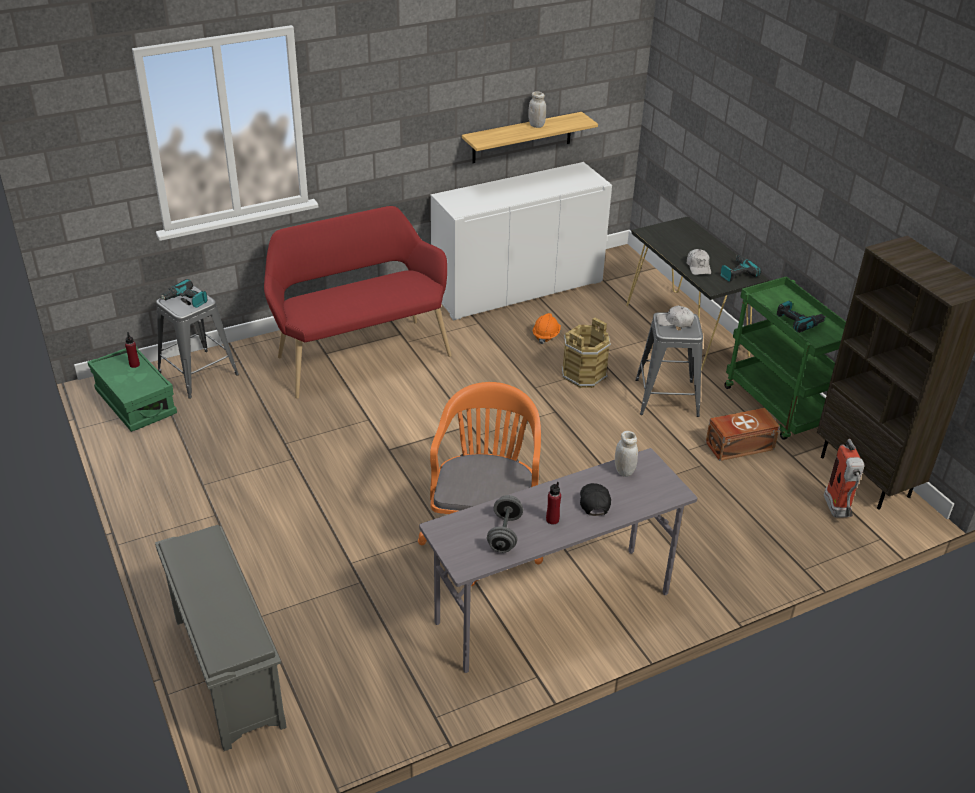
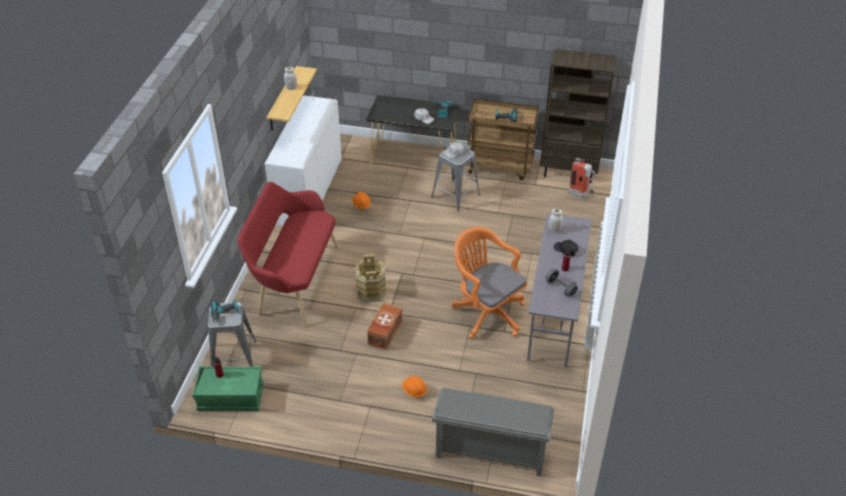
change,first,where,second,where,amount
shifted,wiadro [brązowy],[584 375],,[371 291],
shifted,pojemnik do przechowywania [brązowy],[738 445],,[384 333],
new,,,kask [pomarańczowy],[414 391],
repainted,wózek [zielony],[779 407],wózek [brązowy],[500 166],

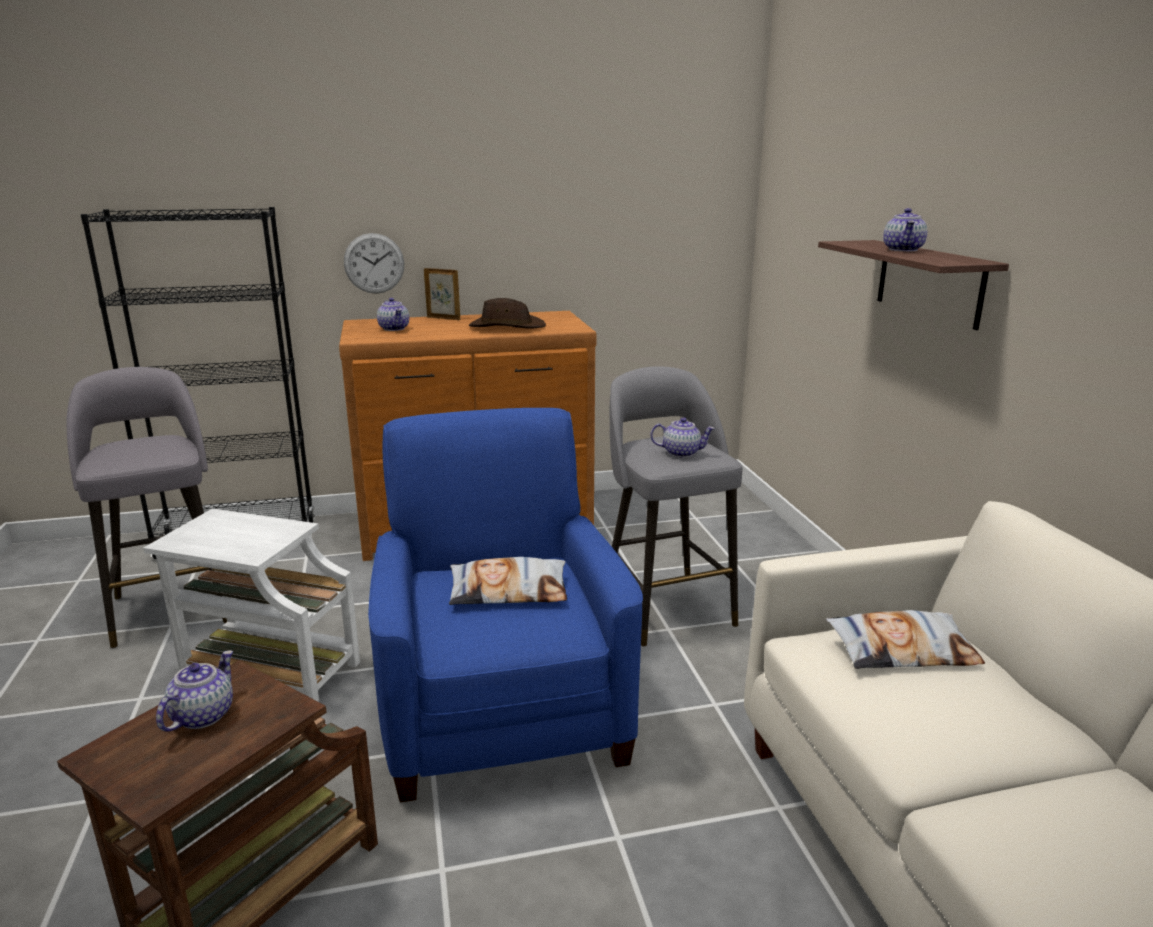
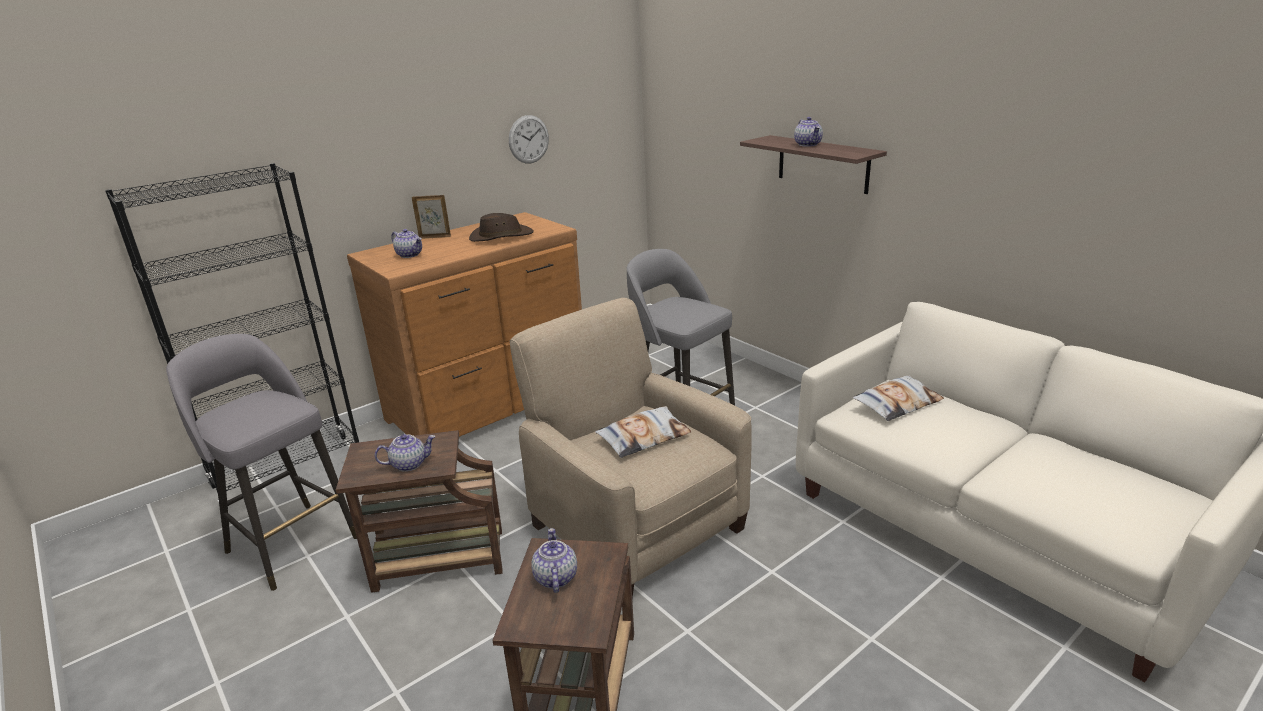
change,first,where,second,where,amount
repainted,stolik [biały],[268 672],stolik [brązowy],[435 561],
shifted,imbryk,[681 452],,[409 464],
shifted,zegar ścienny,[374 263],,[528 139],
repainted,fotel [niebieski],[502 710],fotel [beżowy],[635 526],

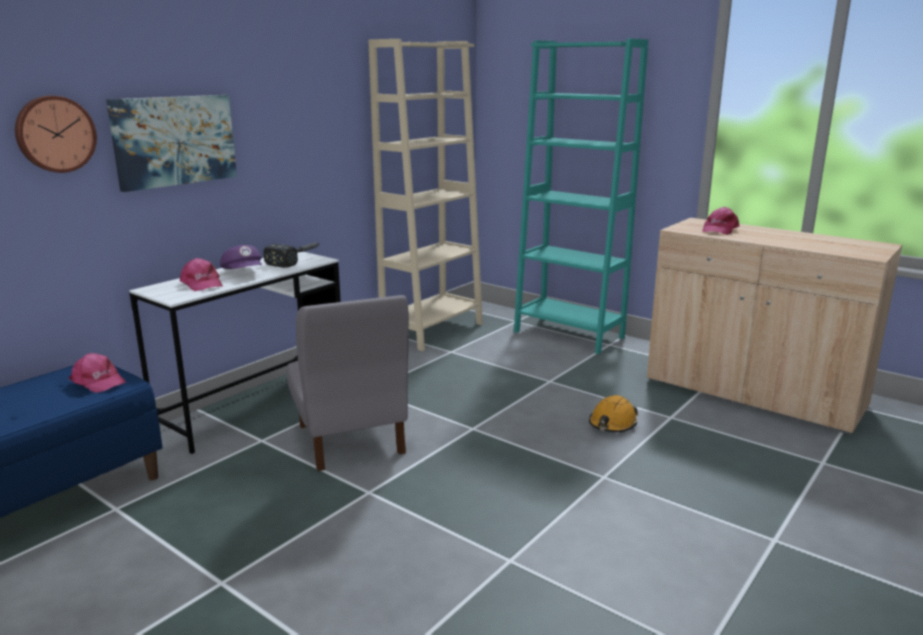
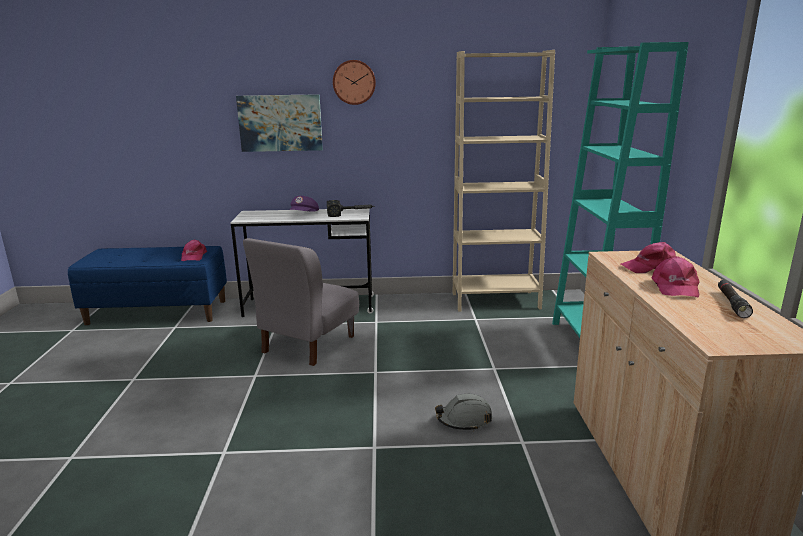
change,first,where,second,where,amount
shifted,zegar ścienny,[55 134],,[354 82],
repainted,kask [pomarańczowy],[612 424],kask [szary],[464 420],
shifted,czapka z daszkiem [różowy],[201 284],,[674 287],
new,,,latarka [czarny],[732 303],

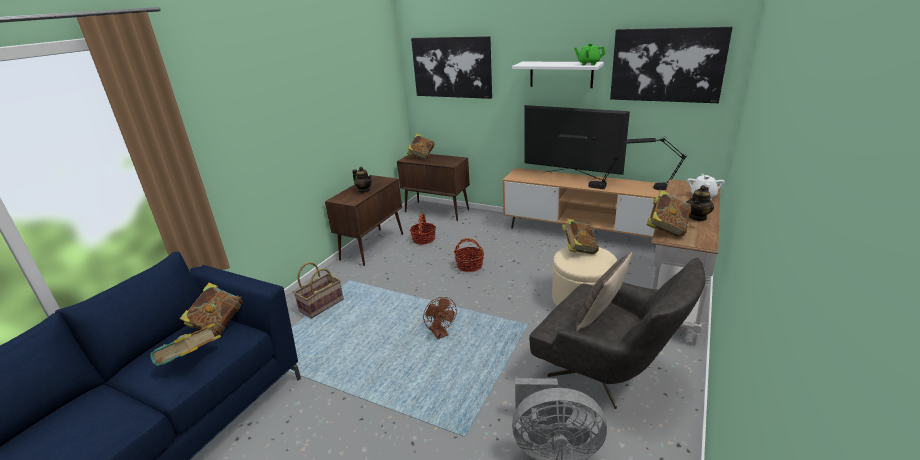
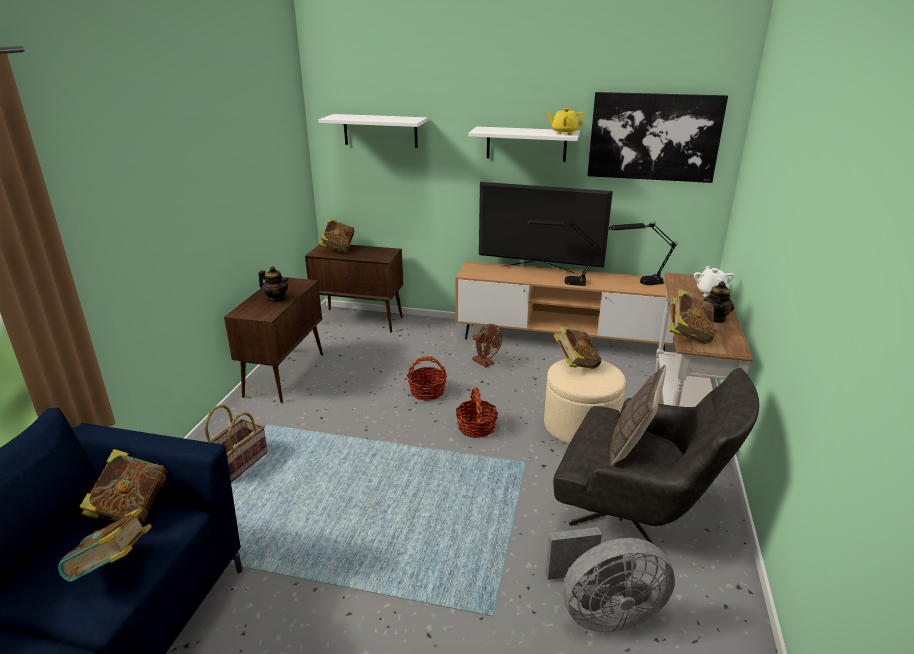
change,first,where,second,where,amount
swapped,obraz,[452 67],półka [biały],[380 131],
shifted,koszyk,[423 239],,[476 427],
shifted,wentylator [brązowy],[440 334],,[485 363],
repainted,imbryk [zielony],[588 64],imbryk [żółty],[564 133],

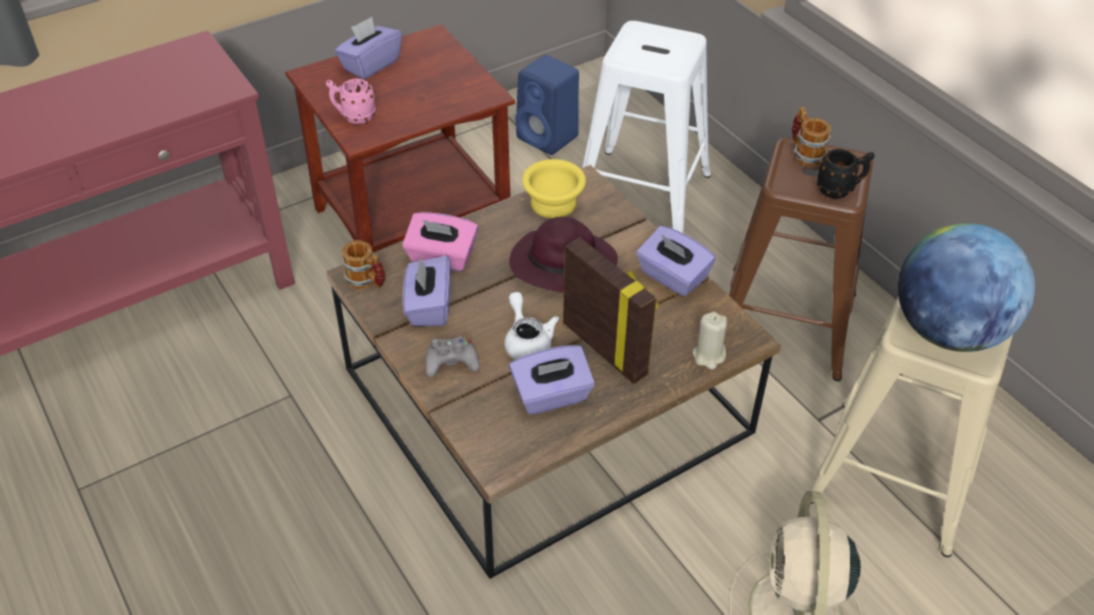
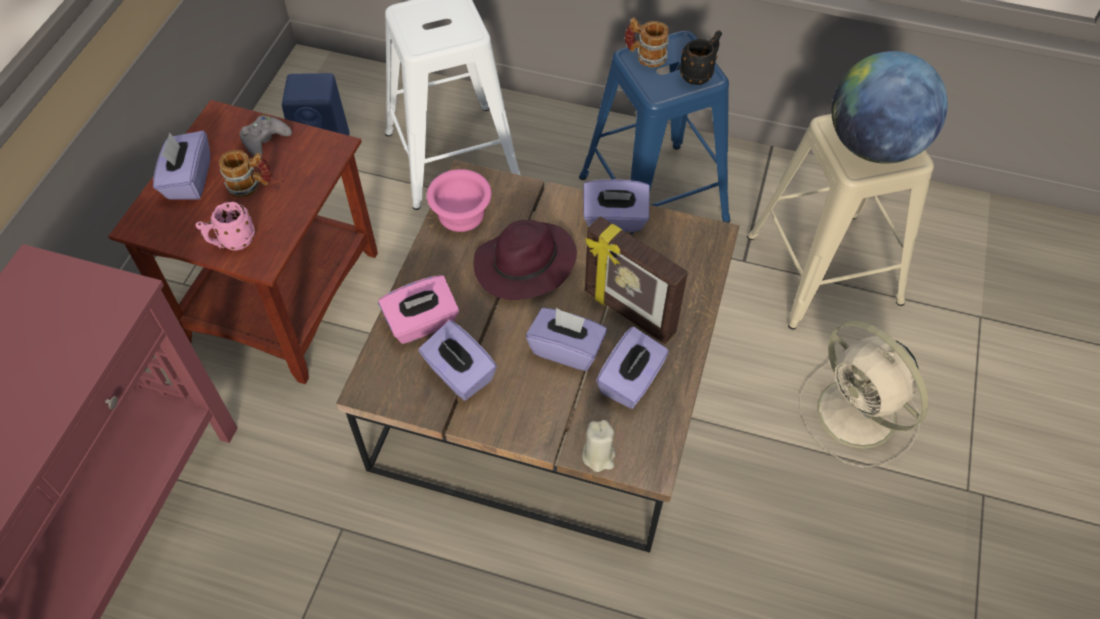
change,first,where,second,where,amount
shifted,kubek,[367 281],,[251 186],
shifted,pad do gier [szary],[451 362],,[265 140],
repainted,miska [żółty],[552 202],miska [różowy],[459 214],
swapped,imbryk [biały],[527 341],pudełko chusteczek [fioletowy],[566 349],
repainted,stołek [brązowy],[786 320],stołek [niebieski],[654 196],
shifted,świeca [beżowy],[709 356],,[599 456],
rotated,ramka na zdjęcie,[605 348],,[628 313],150 degrees counterclockwise

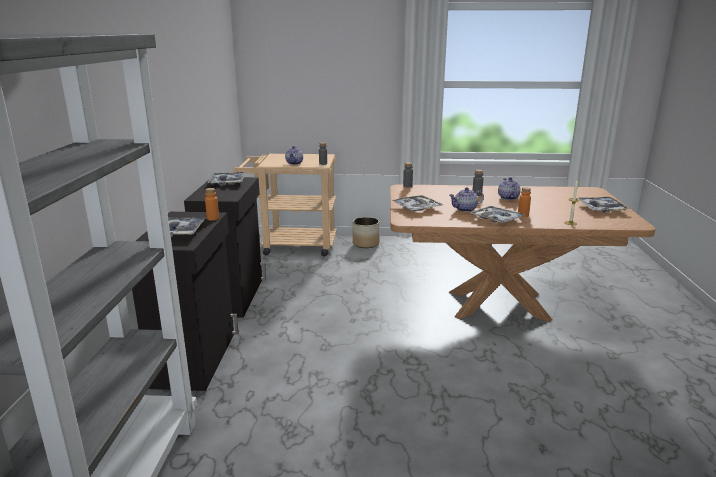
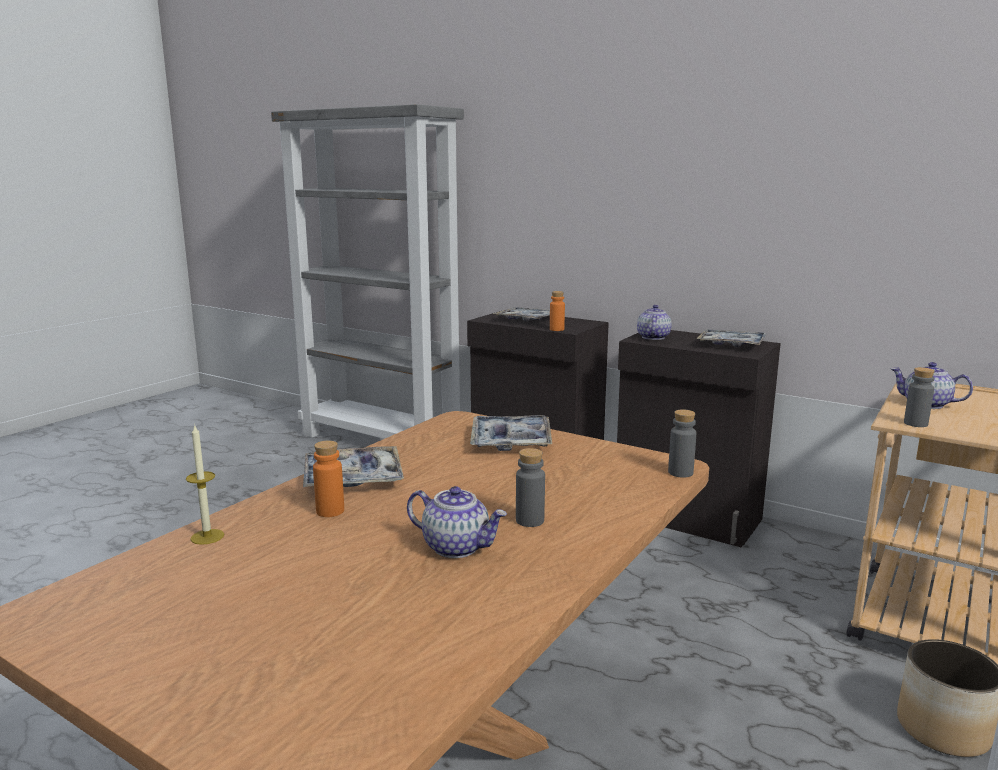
change,first,where,second,where,amount
shifted,imbryk,[465 209],,[652 337],
gone,taca,[601 208],,,

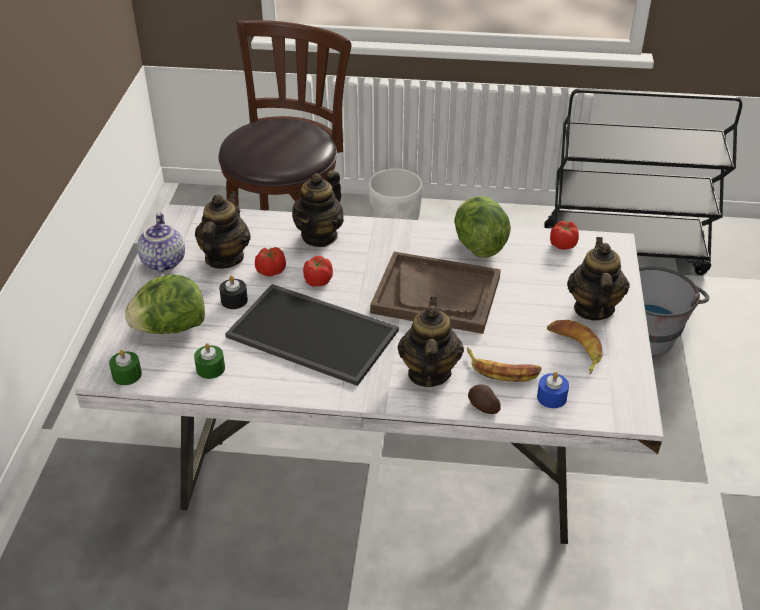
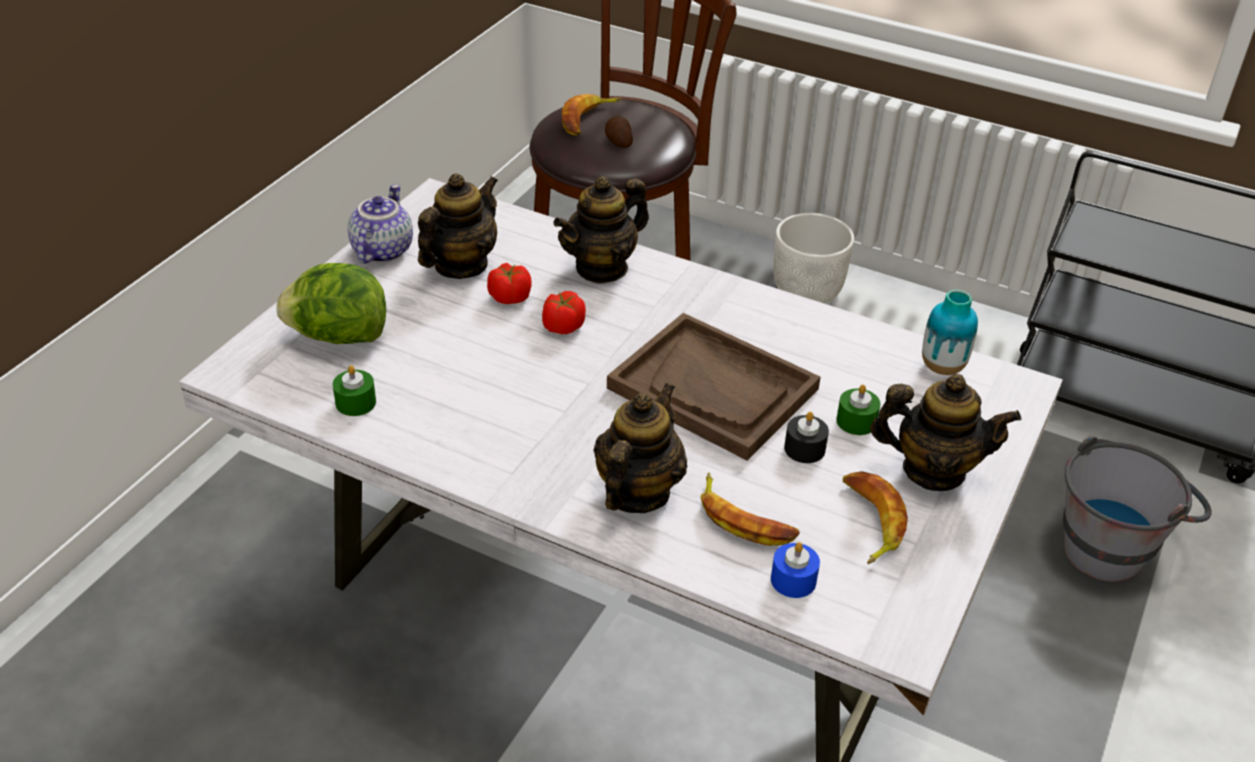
change,first,where,second,where,amount
new,,,banan,[588 120],
shifted,ziemniak,[482 407],,[618 142],
shifted,świeca [czarny],[234 300],,[804 449],
shifted,świeca [zielony],[127 375],,[856 421],
rotated,imbryk,[593 308],,[933 471],75 degrees clockwise
swapped,pomidor,[563 244],wazon,[942 367],
gone,taca,[315 333],,,
gone,sałata,[478 246],,,

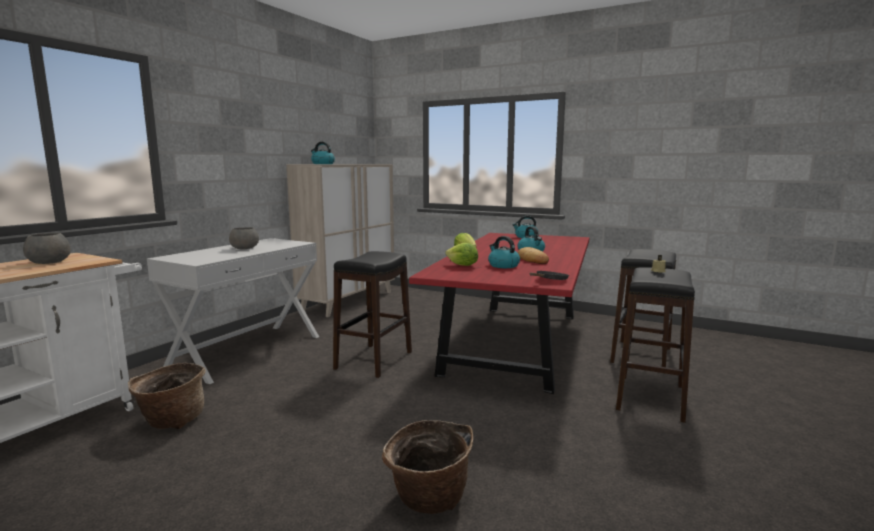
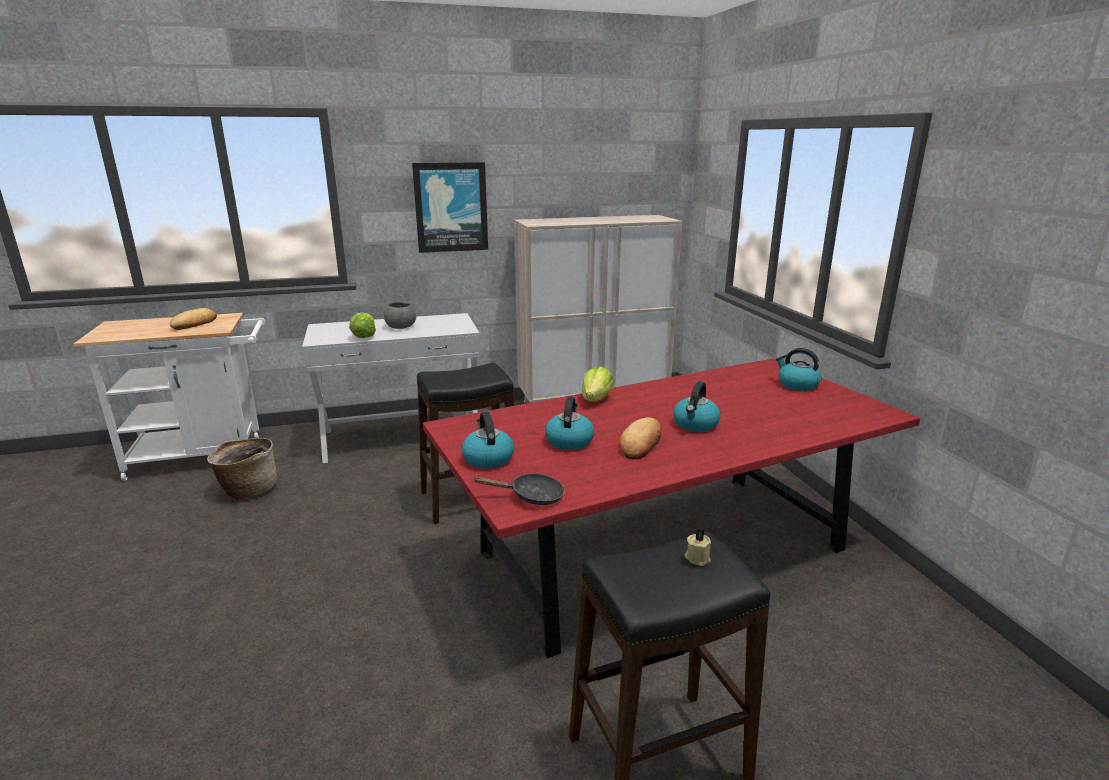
change,first,where,second,where,amount
swapped,miska [szary],[49 262],chleb,[194 323],
shifted,sałata,[462 265],,[364 337],
new,,,obraz,[451 207],
shifted,czajnik,[322 164],,[487 458],
gone,koszyk,[428 499],,,
gone,stołek [czarny],[641 355],,,

